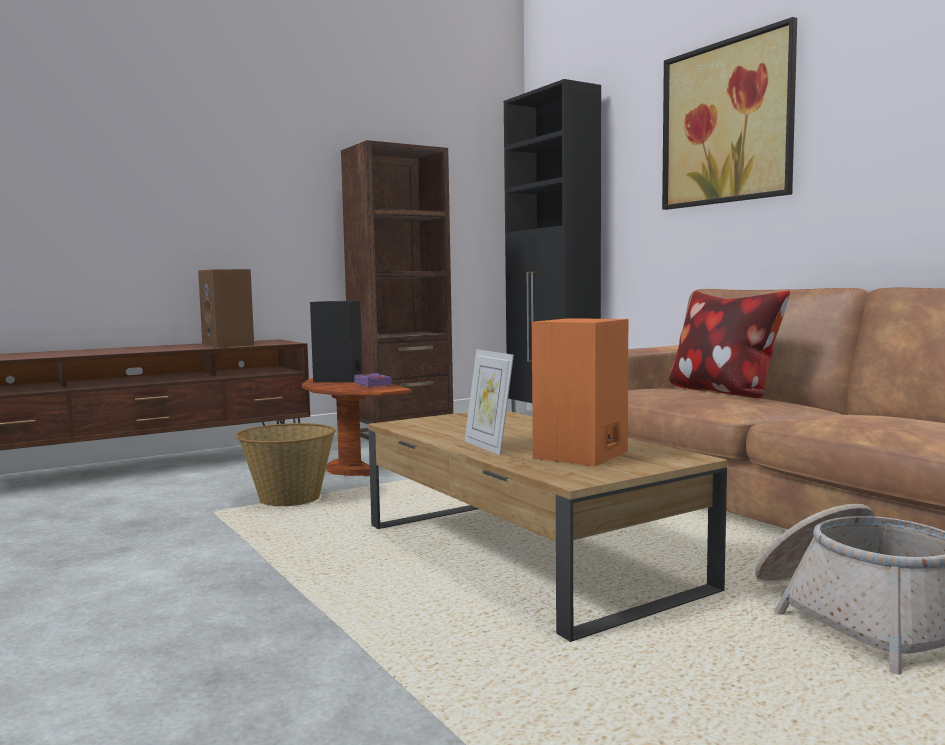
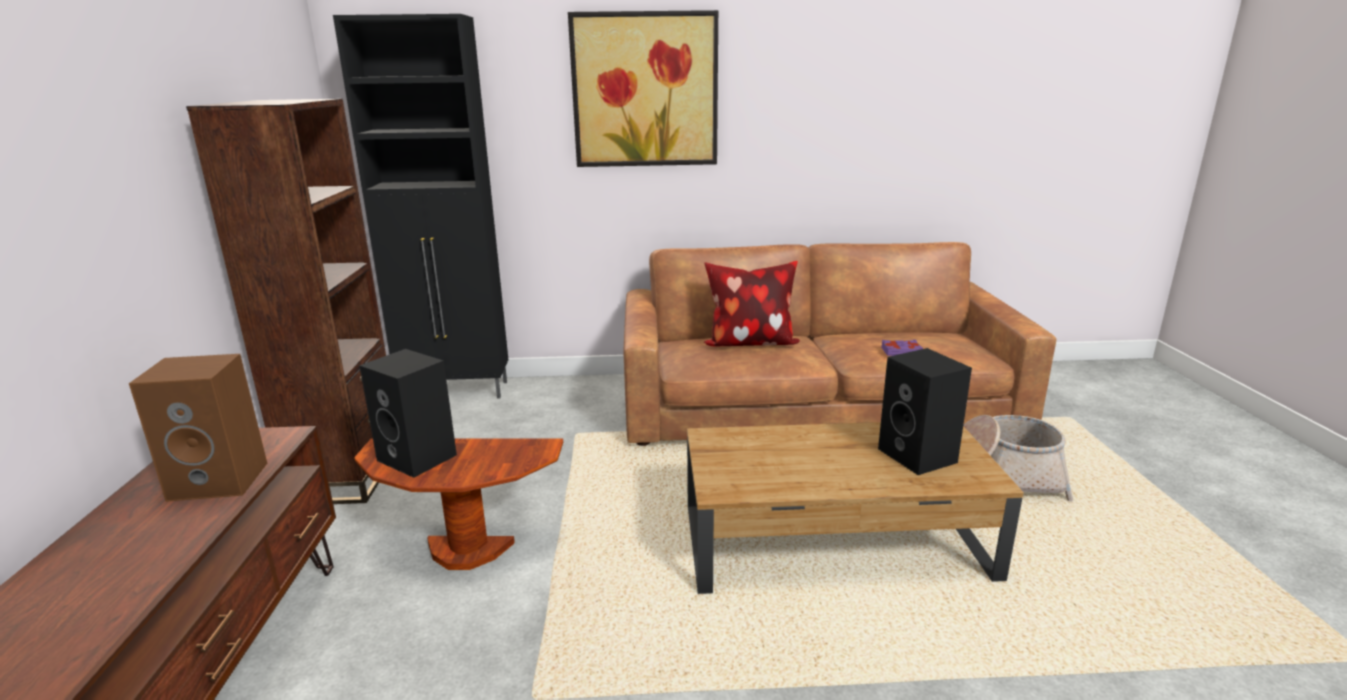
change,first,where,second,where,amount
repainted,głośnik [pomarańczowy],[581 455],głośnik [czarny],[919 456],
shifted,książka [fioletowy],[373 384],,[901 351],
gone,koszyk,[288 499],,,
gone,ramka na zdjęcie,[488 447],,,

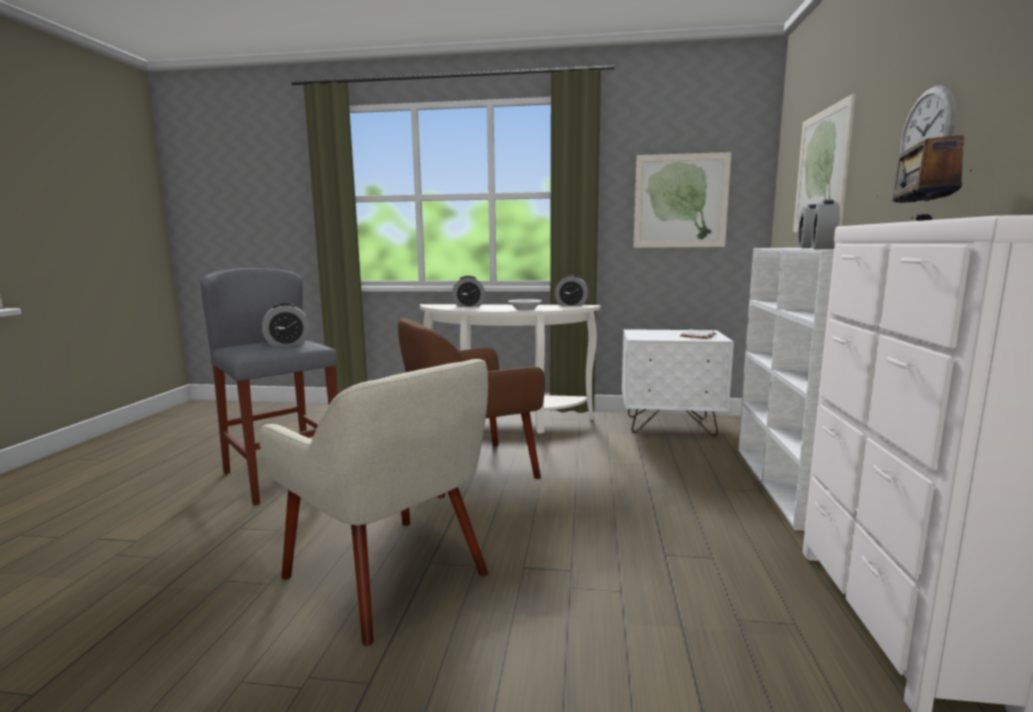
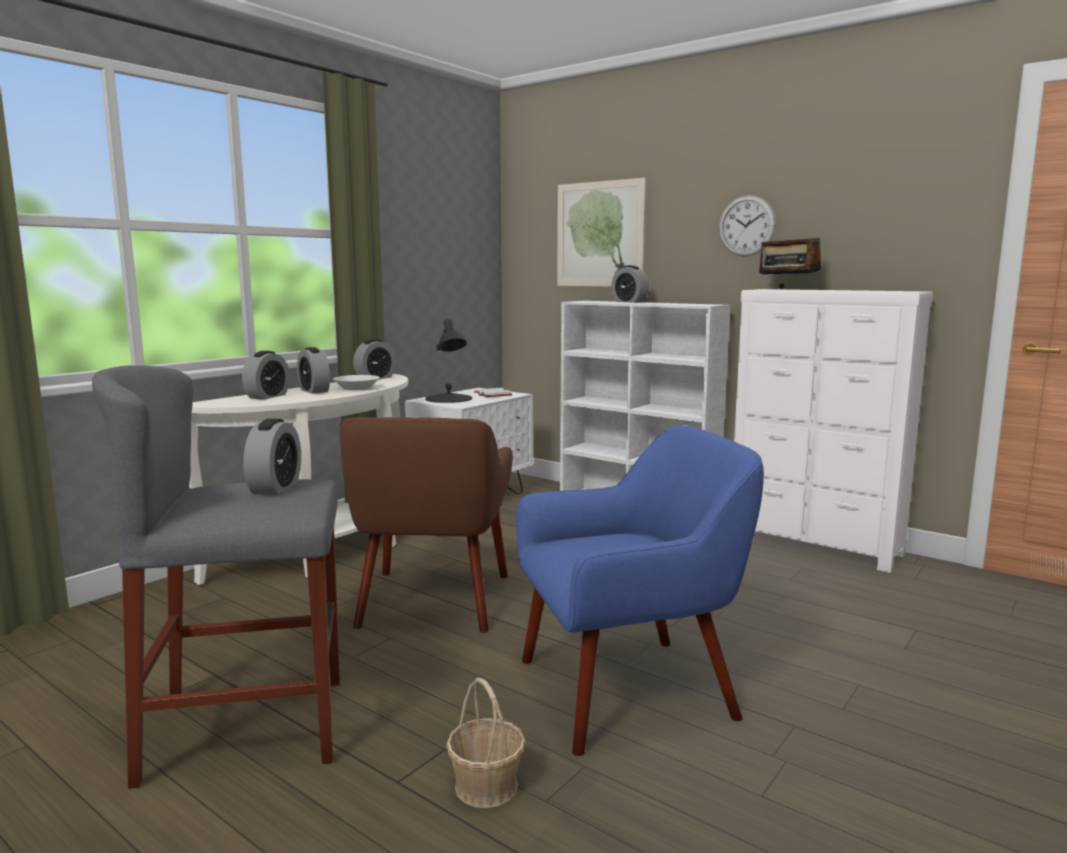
change,first,where,second,where,amount
shifted,budzik,[823 248],,[314 391],
new,,,lampa stołowa [czarny],[448 399],
new,,,koszyk,[486 786],
repainted,fotel [beżowy],[389 575],fotel [niebieski],[629 689],
gone,obraz,[680 201],,,

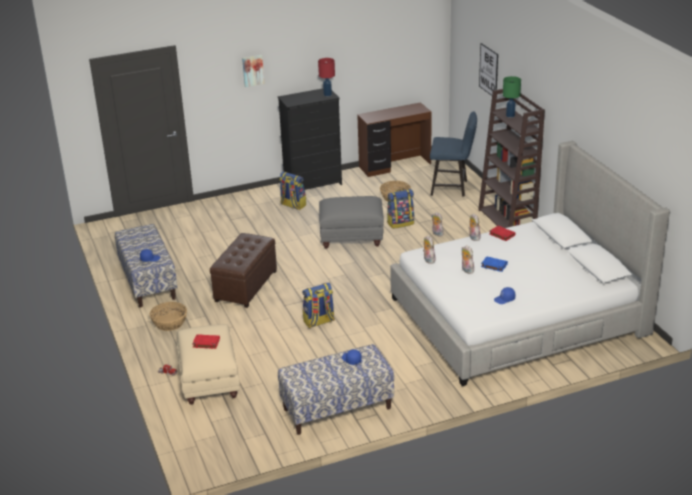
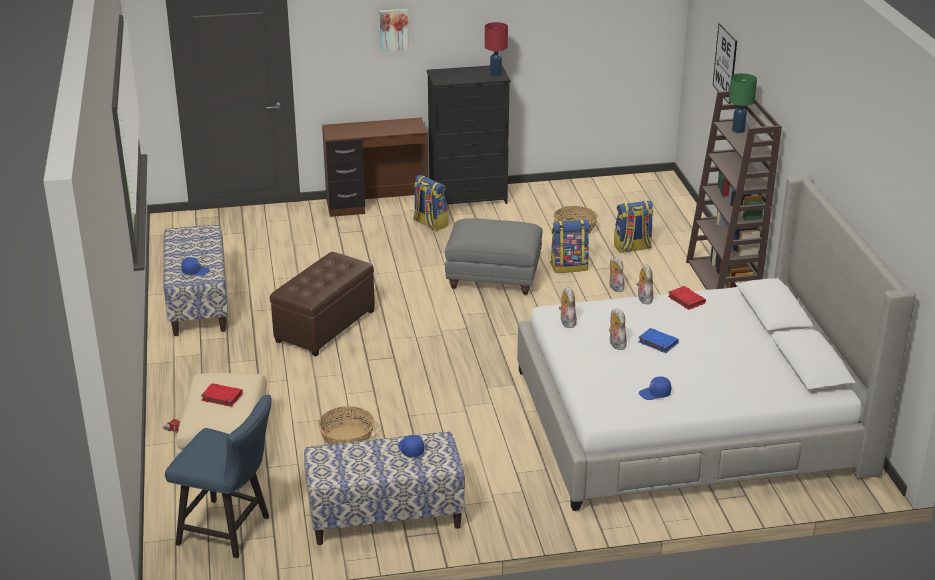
change,first,where,second,where,amount
shifted,krzesło [niebieski],[452 188],,[230 531],
shifted,koszyk,[169 323],,[346 438],
shifted,biurko [brązowy],[395 166],,[377 205],
shifted,plecak,[319 322],,[632 248],

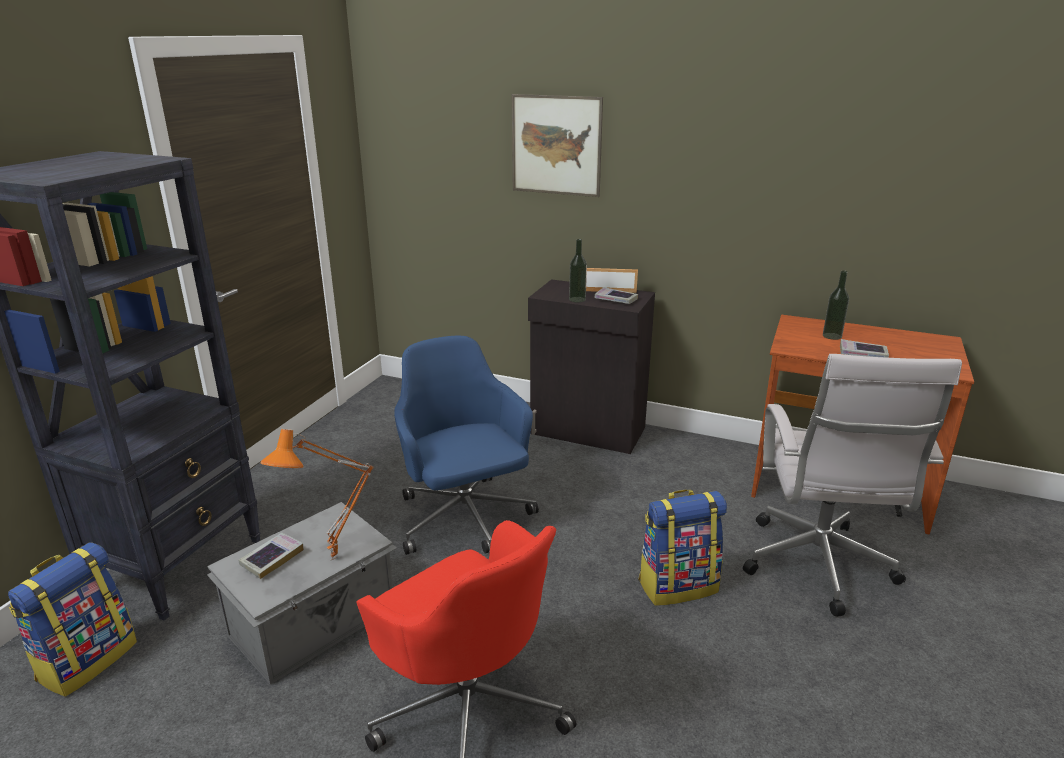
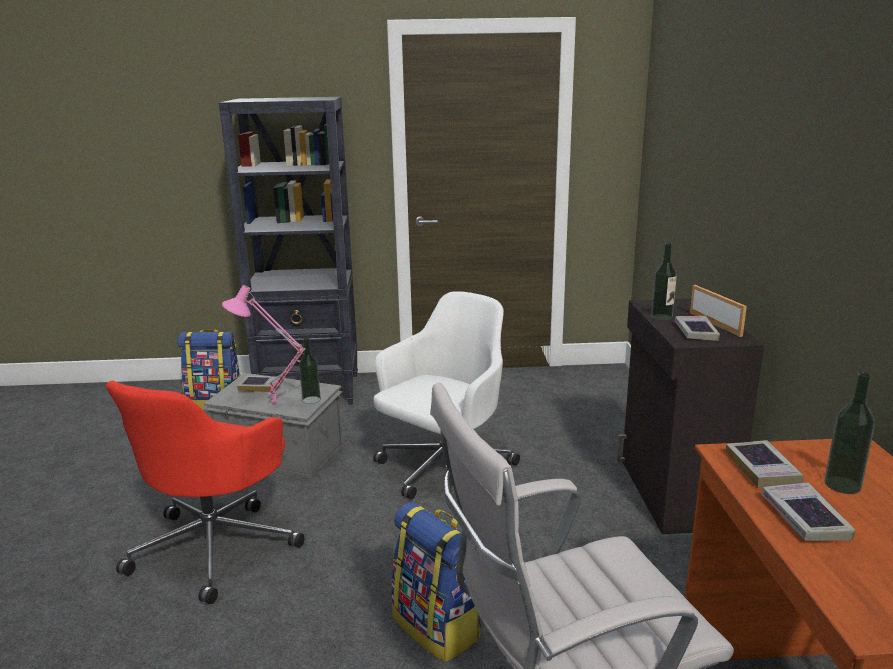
change,first,where,second,where,amount
repainted,lampa stołowa [pomarańczowy],[335 560],lampa stołowa [różowy],[272 406],
new,,,butelka,[311 400],
repainted,krzesło biurowe [niebieski],[465 519],krzesło biurowe [biały],[444 471],
new,,,książka,[762 469],
gone,obraz,[556 145],,,

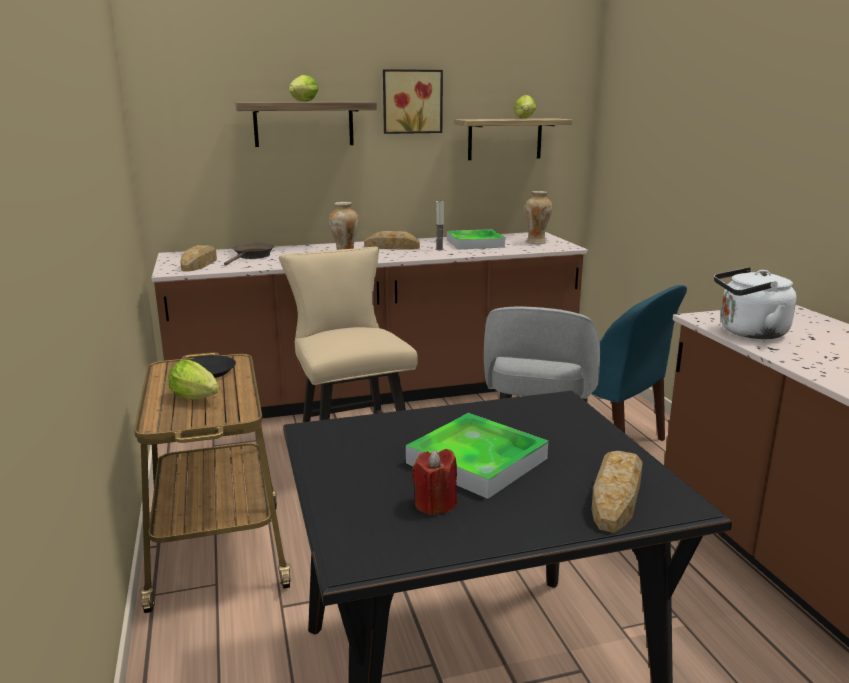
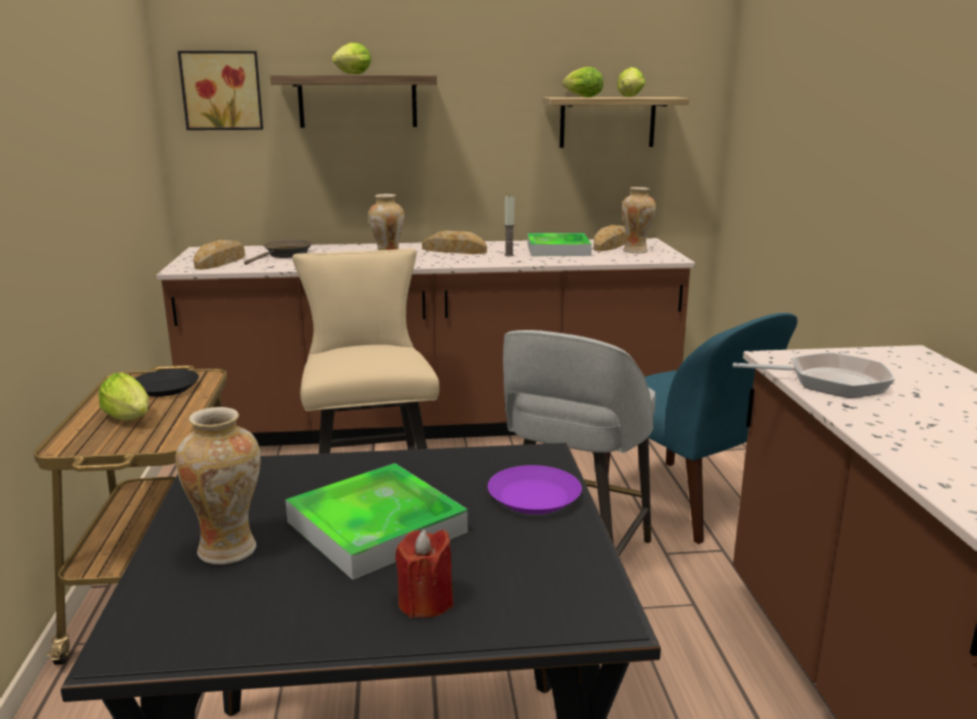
change,first,where,second,where,amount
new,,,wazon,[229 550],
shifted,obraz,[412 101],,[222 90],
shifted,świeca [czerwony],[435 504],,[425 602],
new,,,talerz [fioletowy],[534 498],
new,,,sałata,[580 97],
shifted,chleb,[616 497],,[610 245],
swapped,czajnik [biały],[748 333],patelnia,[829 382],

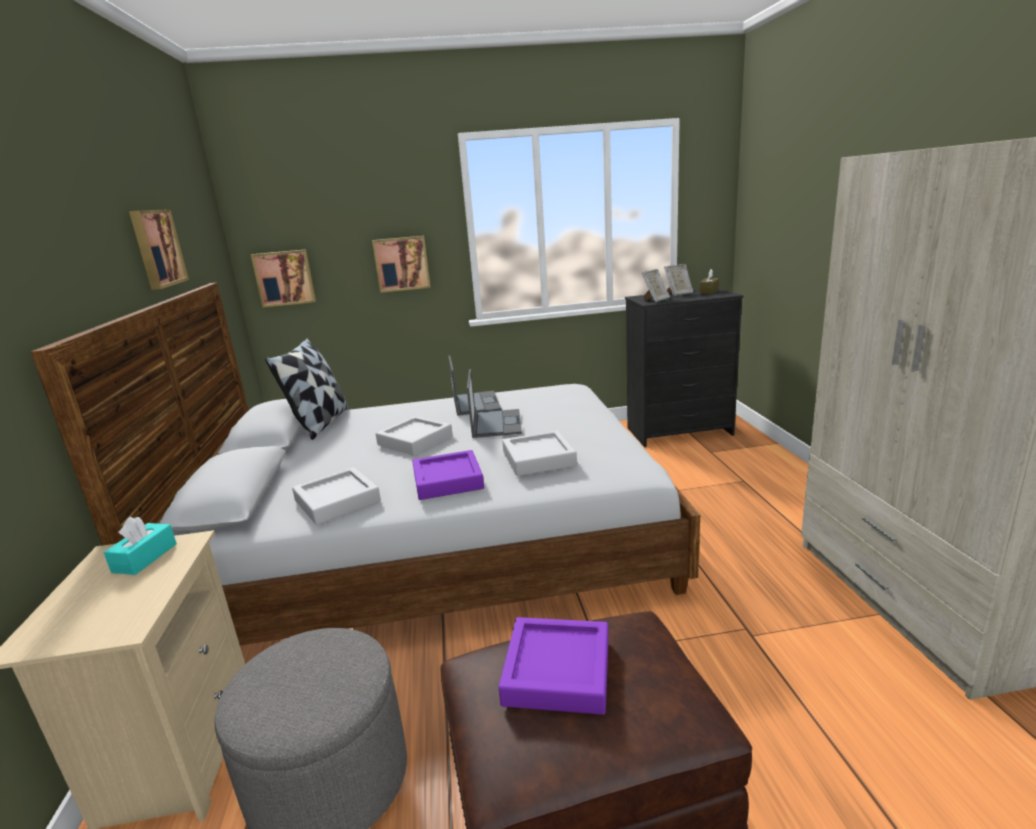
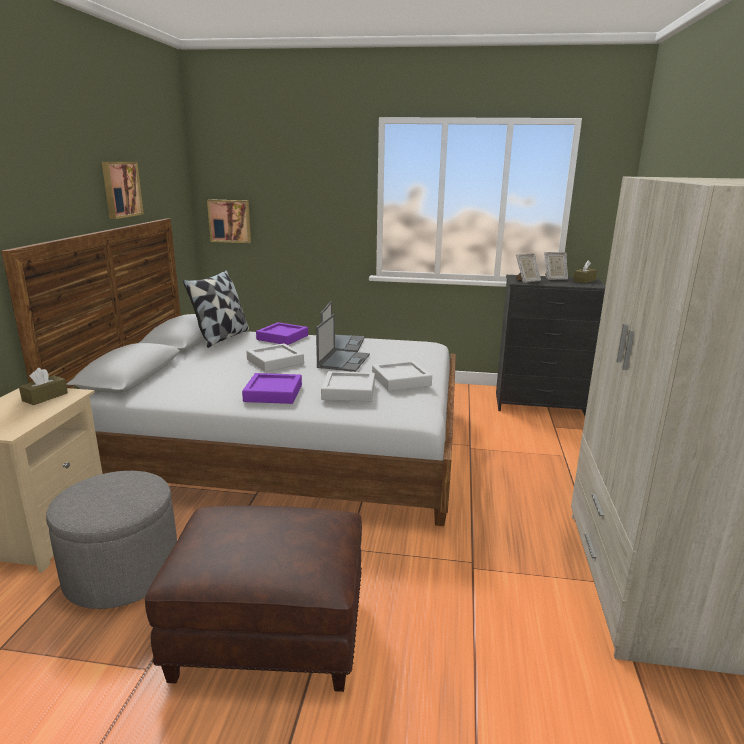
change,first,where,second,where,amount
repainted,pudełko chusteczek [turkusowy],[145 558],pudełko chusteczek [brązowy],[45 397],
shifted,taca [fioletowy],[557 671],,[282 337],
shifted,taca [szary],[337 501],,[401 380],
gone,obraz,[402 264],,,

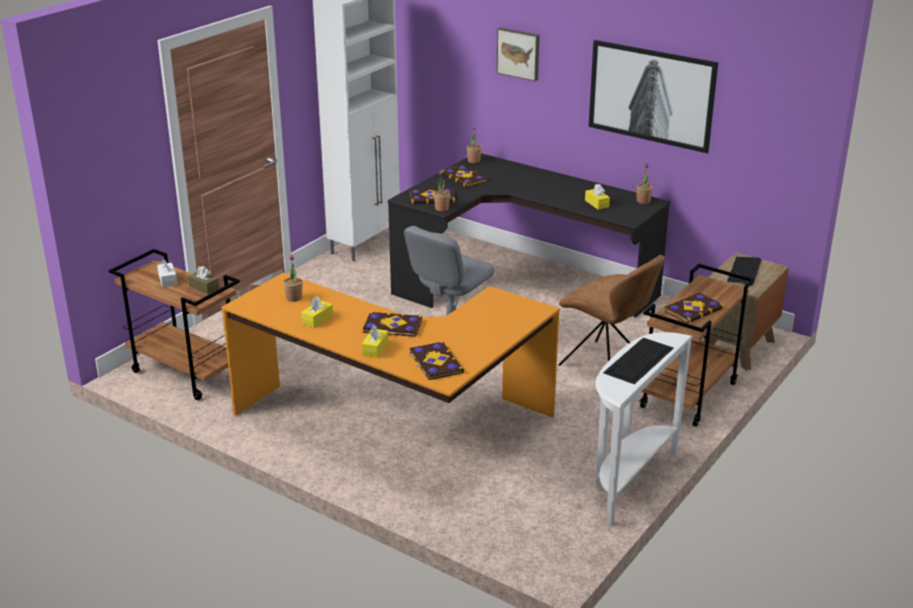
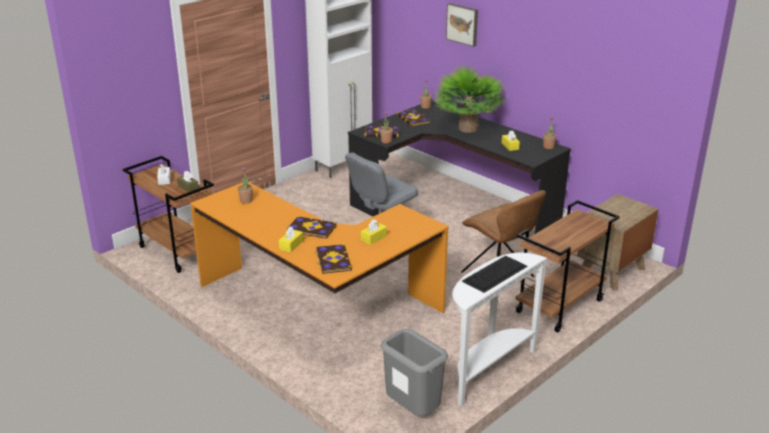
change,first,where,second,where,amount
shifted,pudełko chusteczek [żółty],[317 319],,[374 238],
new,,,kosz na śmieci [szary],[413 411],
new,,,roślina doniczkowa,[468 129],
gone,obraz,[651 95],,,
gone,książka,[693 309],,,
gone,klawiatura,[744 271],,,

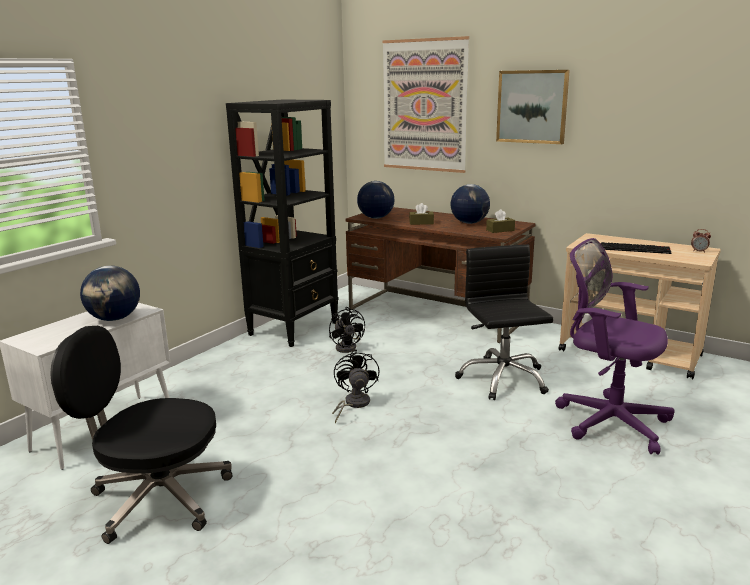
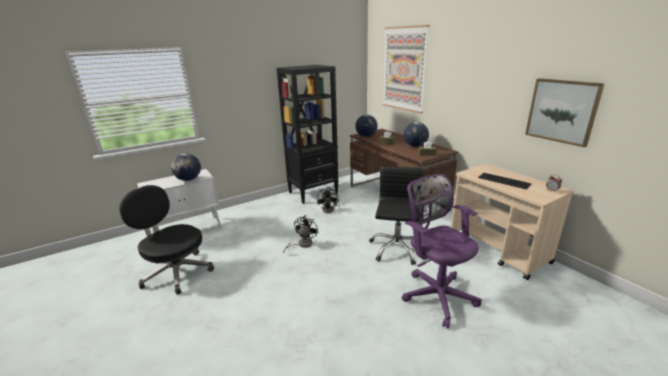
change,first,where,second,where,amount
shifted,obraz,[532 106],,[562 111],

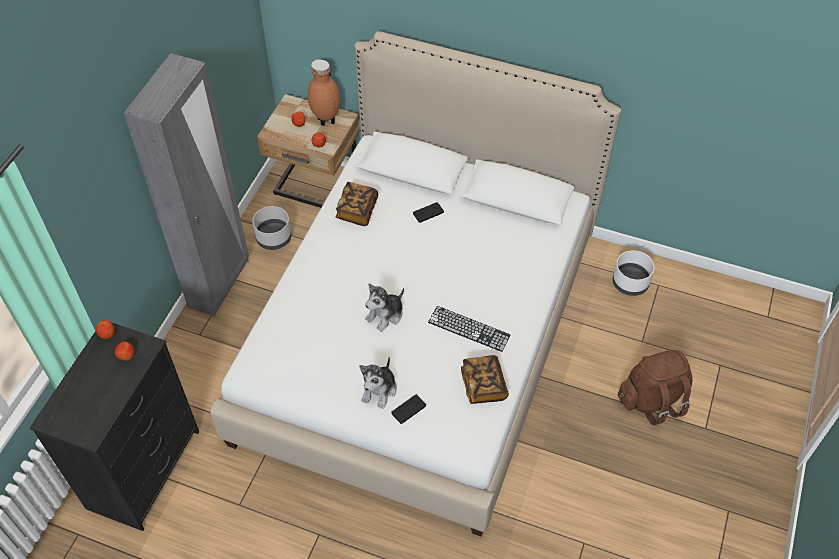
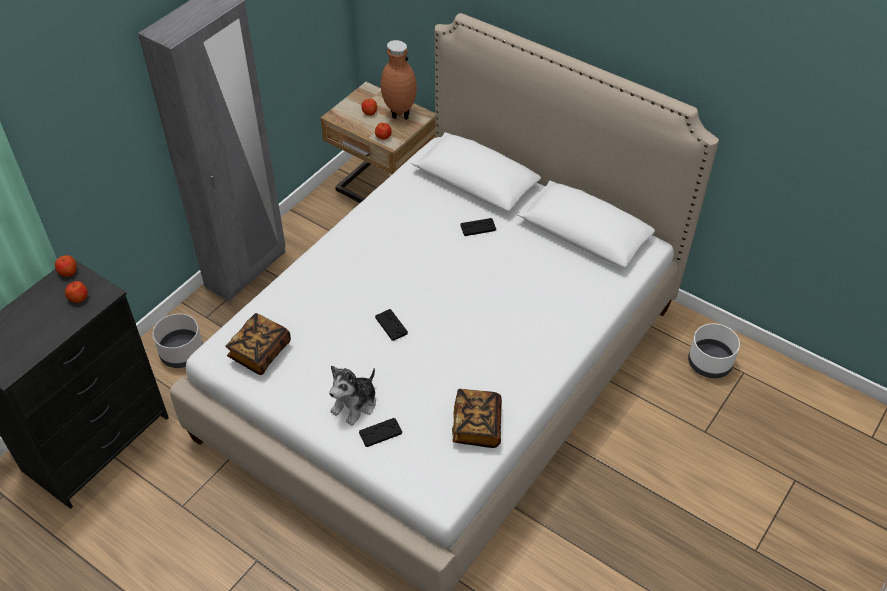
change,first,where,second,where,amount
shifted,donica [szary],[273 238],,[181 353],
shifted,książka,[357 210],,[260 352],
swapped,pluszak,[385 315],pad do gier [czarny],[391 325],
gone,klawiatura,[469 328],,,
gone,plecak [brązowy],[652 399],,,

